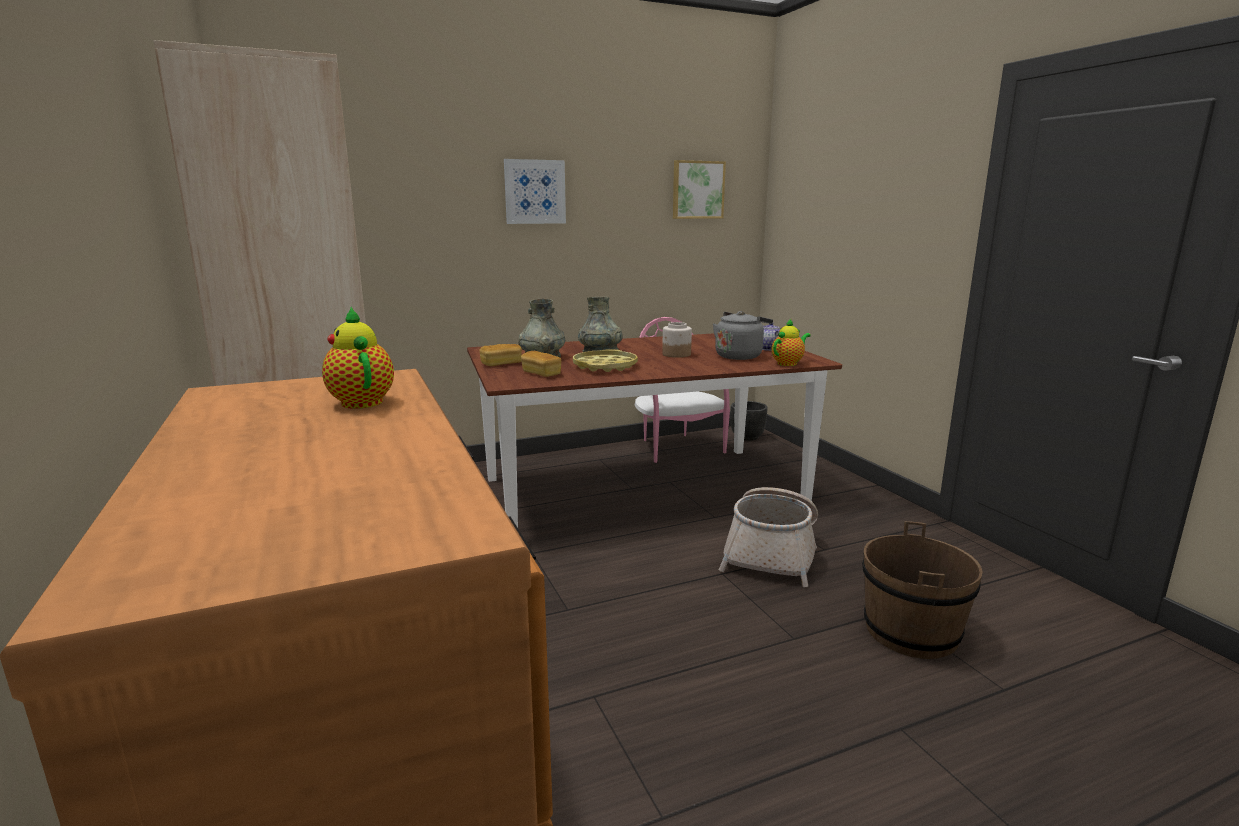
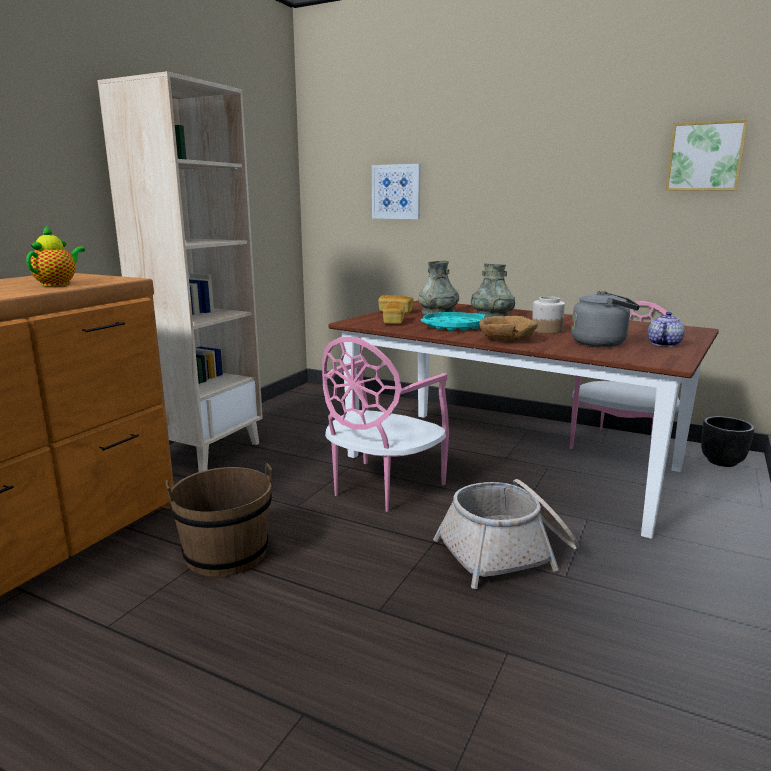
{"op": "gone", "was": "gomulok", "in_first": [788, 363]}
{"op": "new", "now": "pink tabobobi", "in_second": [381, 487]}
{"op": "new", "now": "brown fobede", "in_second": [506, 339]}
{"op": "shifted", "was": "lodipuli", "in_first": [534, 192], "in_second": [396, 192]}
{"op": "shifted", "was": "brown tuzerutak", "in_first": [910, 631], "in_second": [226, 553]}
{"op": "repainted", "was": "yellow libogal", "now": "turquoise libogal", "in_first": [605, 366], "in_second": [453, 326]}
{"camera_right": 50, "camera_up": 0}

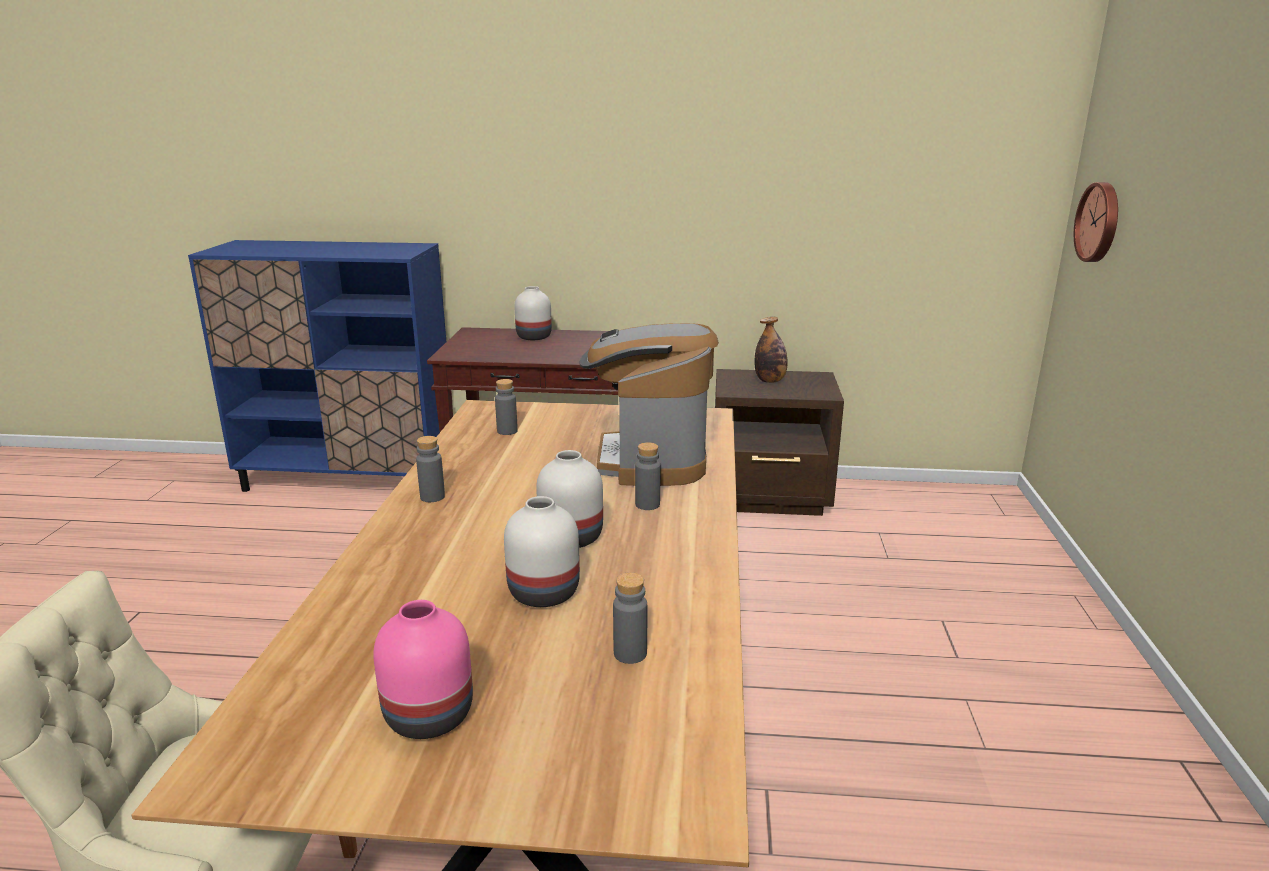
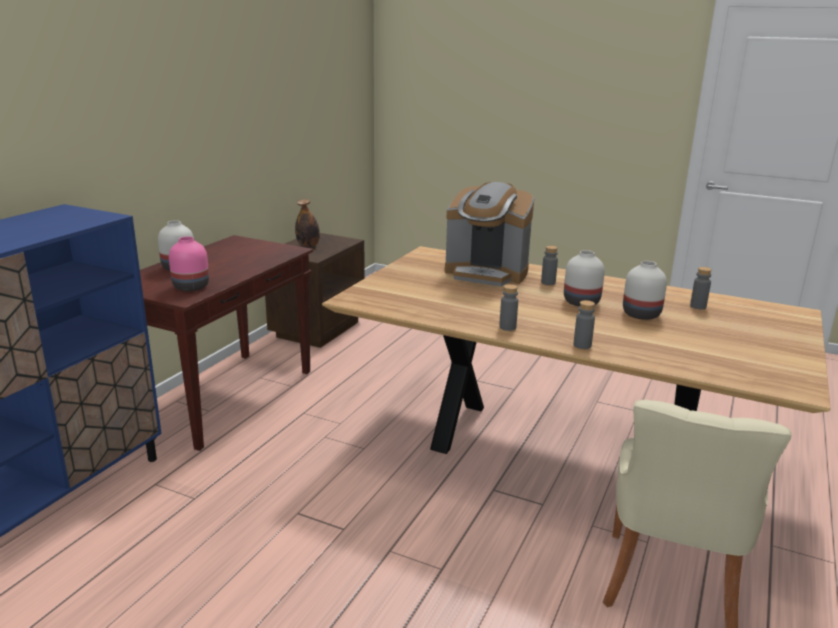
{"op": "gone", "was": "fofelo", "in_first": [1100, 222]}
{"op": "shifted", "was": "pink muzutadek", "in_first": [426, 716], "in_second": [190, 287]}
{"op": "shifted", "was": "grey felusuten", "in_first": [507, 431], "in_second": [582, 345]}
{"camera_right": -70, "camera_up": 0}

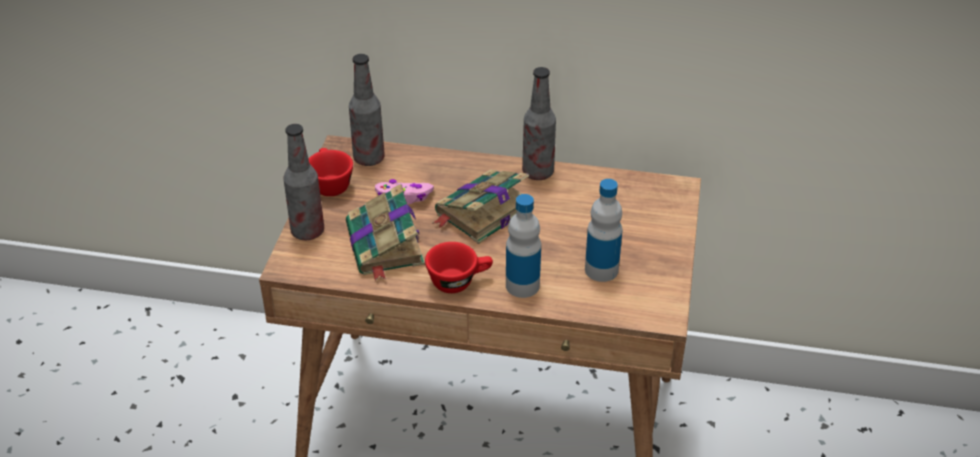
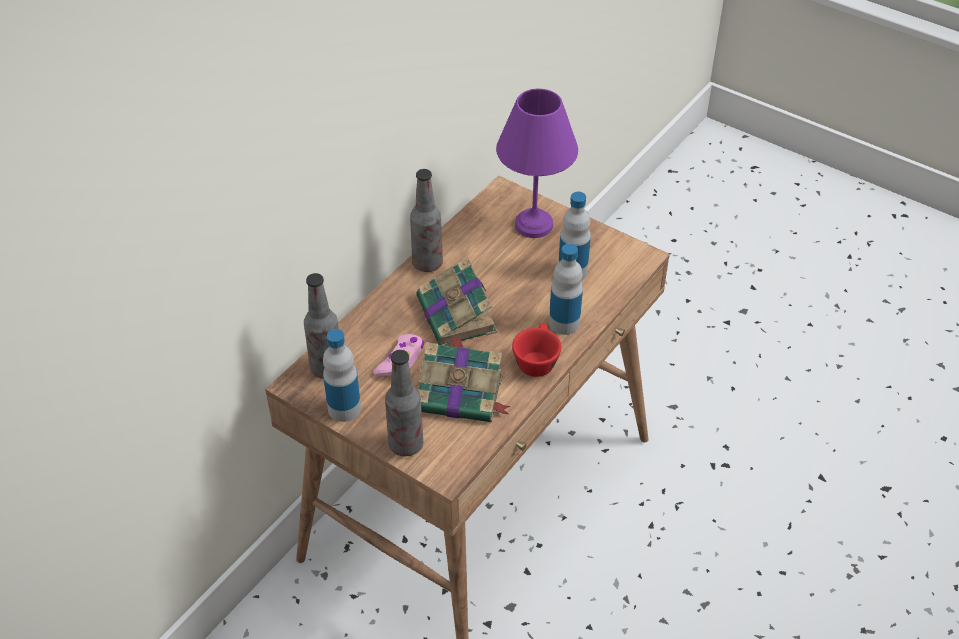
{"op": "new", "now": "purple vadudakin", "in_second": [535, 225]}
{"op": "swapped", "was": "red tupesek", "now": "felusuten", "in_first": [329, 183], "in_second": [344, 408]}
{"camera_right": -65, "camera_up": 5}

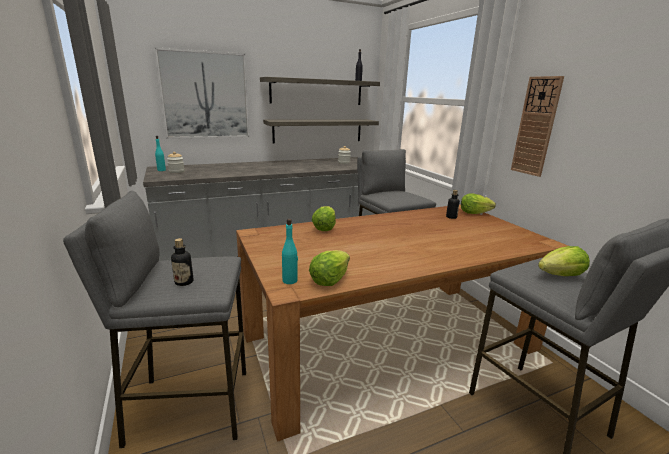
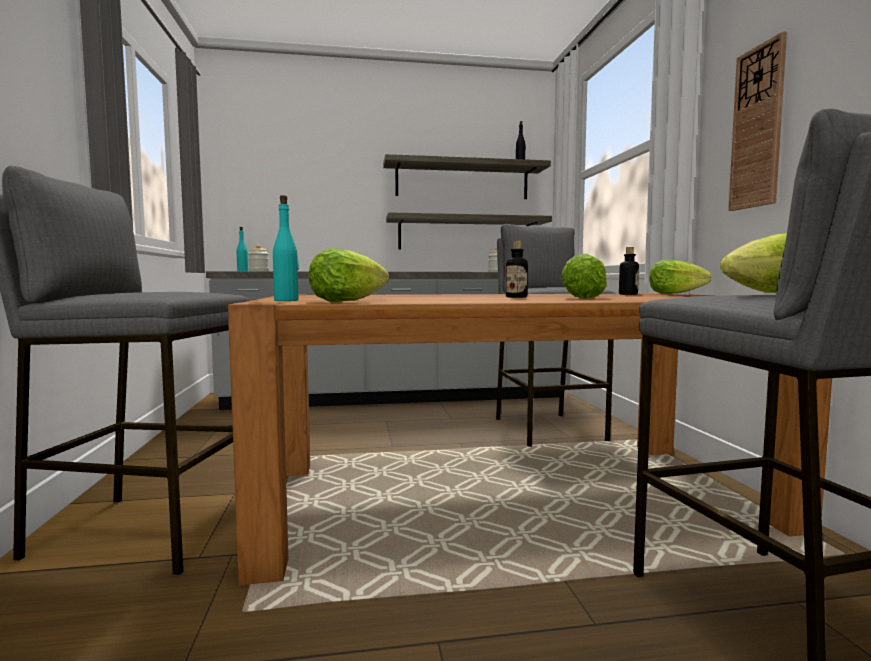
{"op": "gone", "was": "lodipuli", "in_first": [205, 95]}
{"op": "shifted", "was": "felusuten", "in_first": [184, 282], "in_second": [516, 297]}
{"op": "shifted", "was": "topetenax", "in_first": [324, 228], "in_second": [585, 298]}
{"camera_right": 15, "camera_up": -15}

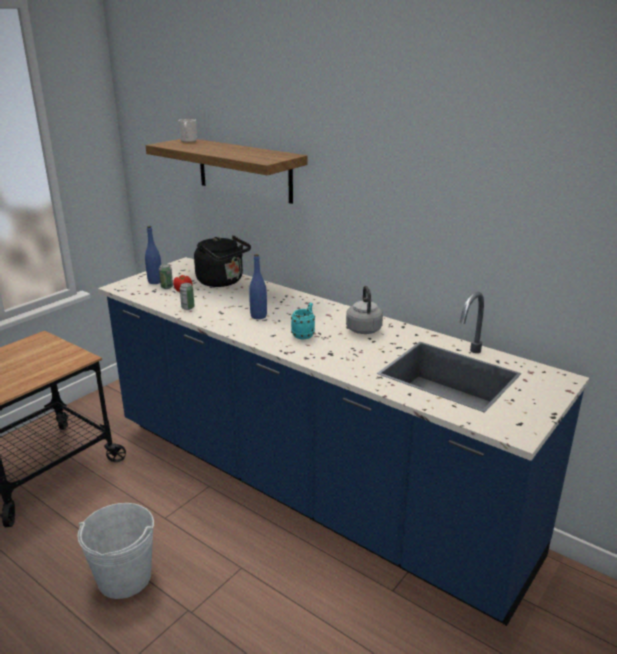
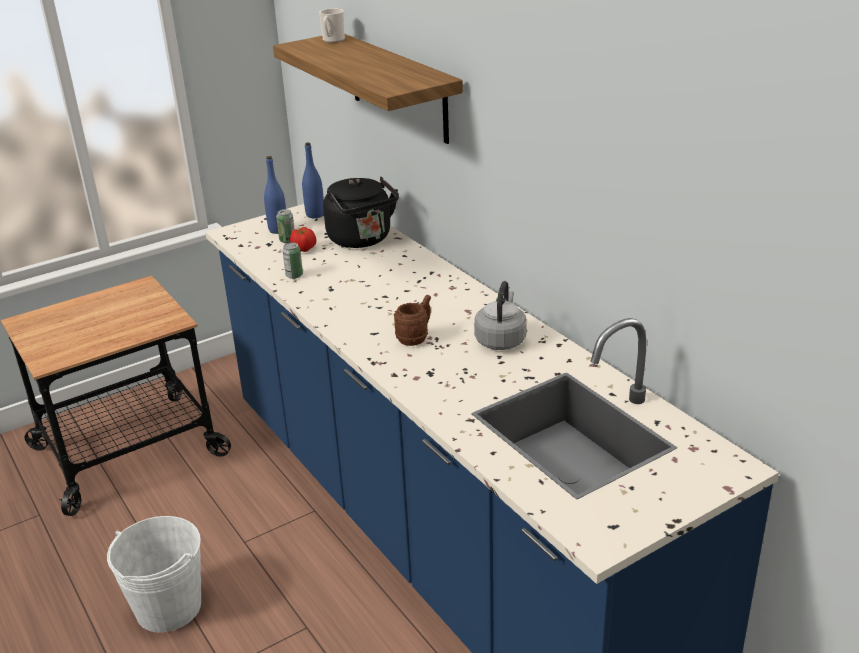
{"op": "shifted", "was": "blue felusuten", "in_first": [258, 316], "in_second": [315, 215]}
{"op": "repainted", "was": "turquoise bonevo", "now": "brown bonevo", "in_first": [304, 334], "in_second": [416, 337]}
{"camera_right": 20, "camera_up": 5}

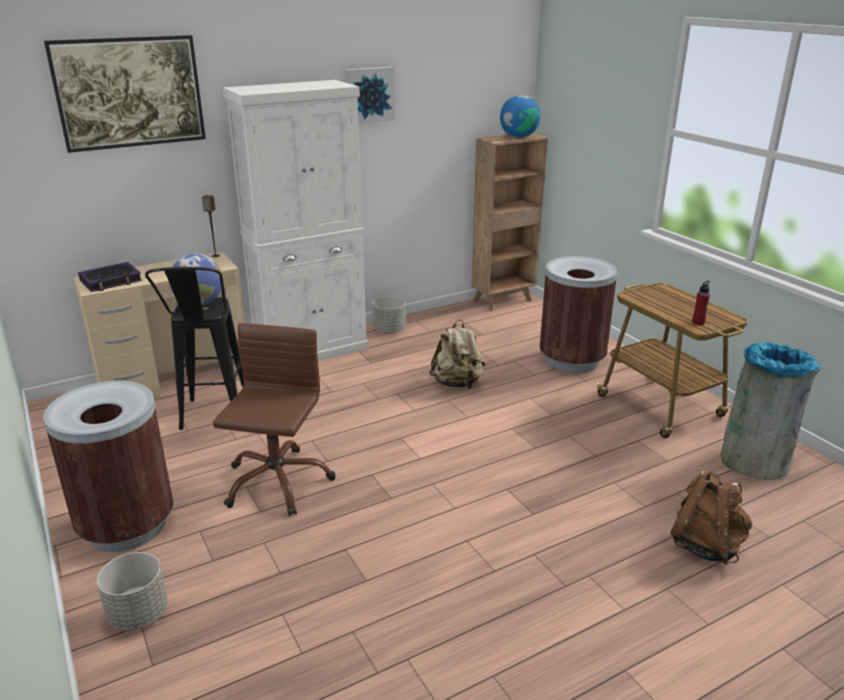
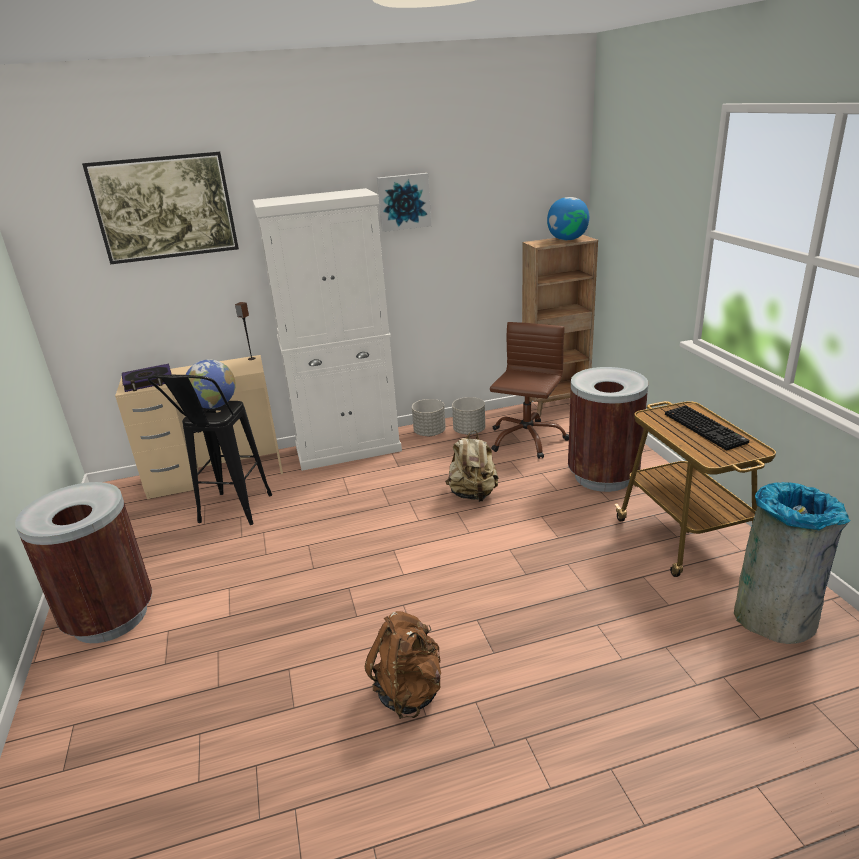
{"op": "gone", "was": "red felusuten", "in_first": [698, 322]}
{"op": "new", "now": "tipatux", "in_second": [706, 428]}
{"op": "shifted", "was": "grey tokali", "in_first": [138, 614], "in_second": [469, 431]}
{"op": "shifted", "was": "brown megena", "in_first": [277, 482], "in_second": [526, 439]}
{"op": "shifted", "was": "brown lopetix", "in_first": [705, 545], "in_second": [409, 691]}
{"camera_right": 15, "camera_up": 0}

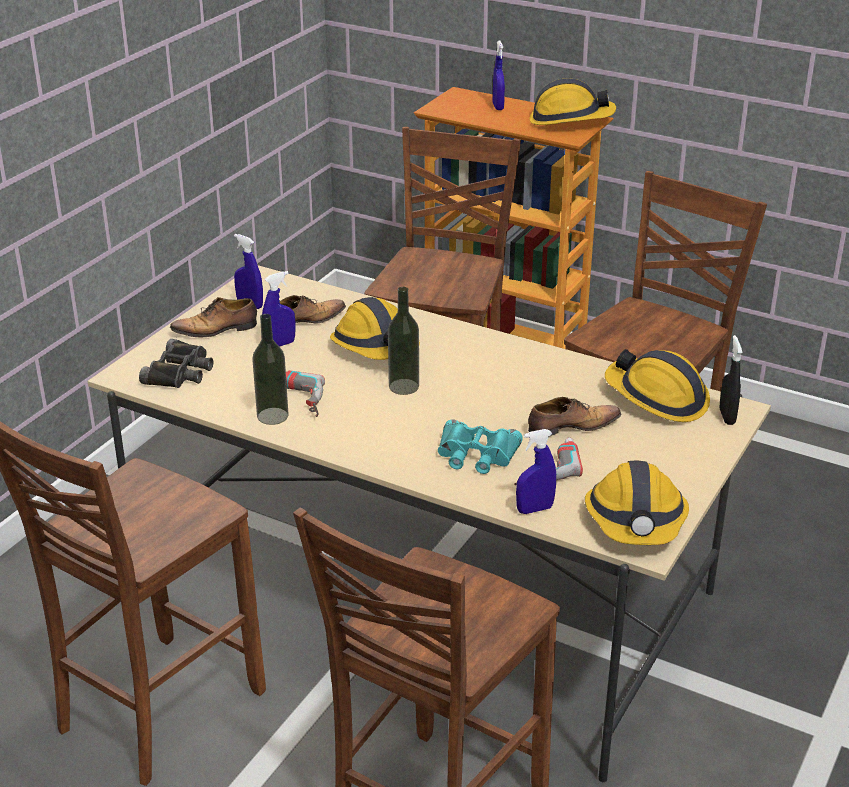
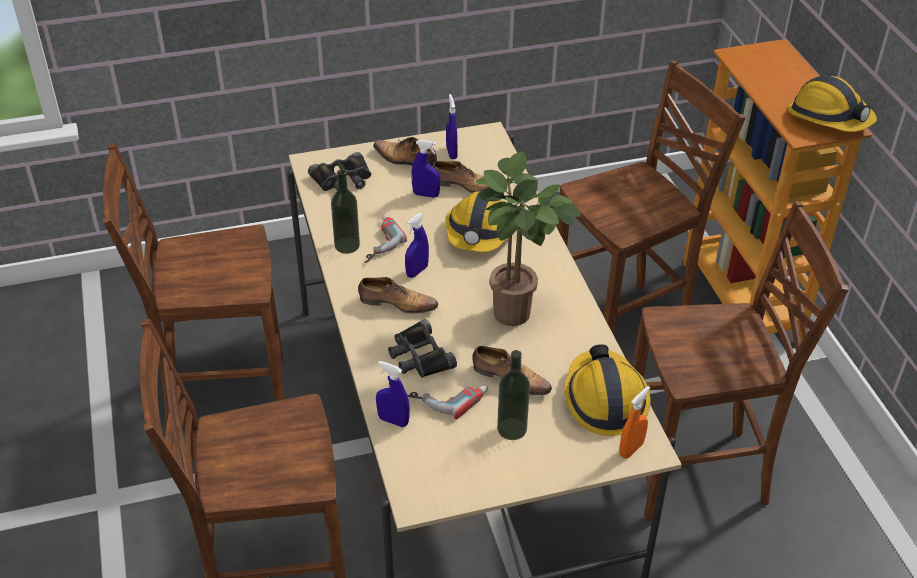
{"op": "gone", "was": "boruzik", "in_first": [636, 521]}
{"op": "new", "now": "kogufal", "in_second": [396, 303]}
{"op": "new", "now": "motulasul", "in_second": [517, 316]}
{"op": "shifted", "was": "felusuten", "in_first": [403, 386], "in_second": [512, 429]}
{"op": "shifted", "was": "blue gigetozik", "in_first": [498, 107], "in_second": [417, 271]}
{"op": "repainted", "was": "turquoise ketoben", "now": "black ketoben", "in_first": [476, 454], "in_second": [419, 356]}
{"op": "repainted", "was": "black gigetozik", "now": "orange gigetozik", "in_first": [727, 416], "in_second": [631, 449]}
{"camera_right": 45, "camera_up": 10}

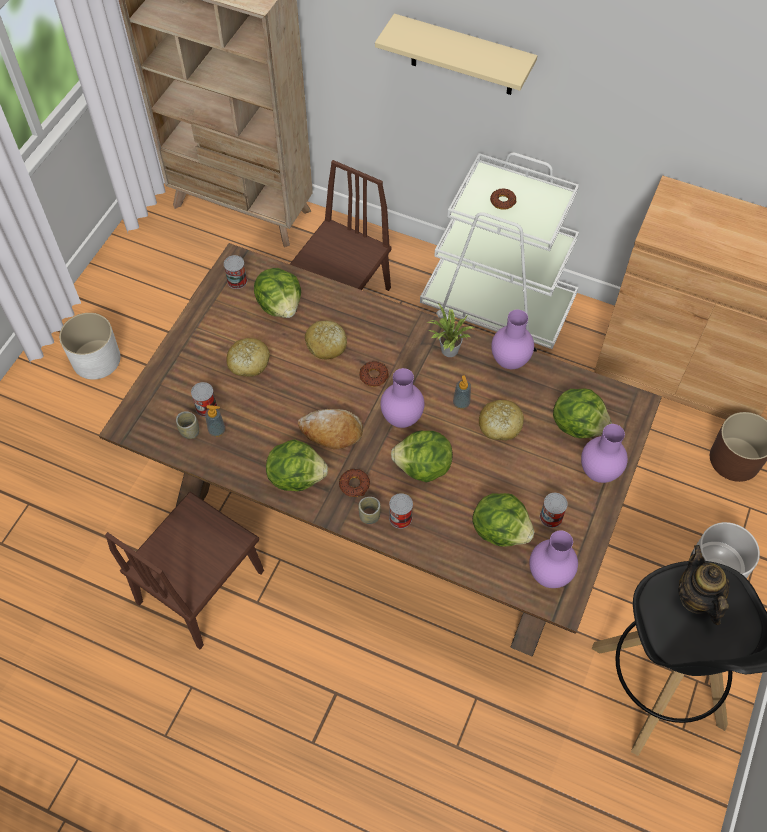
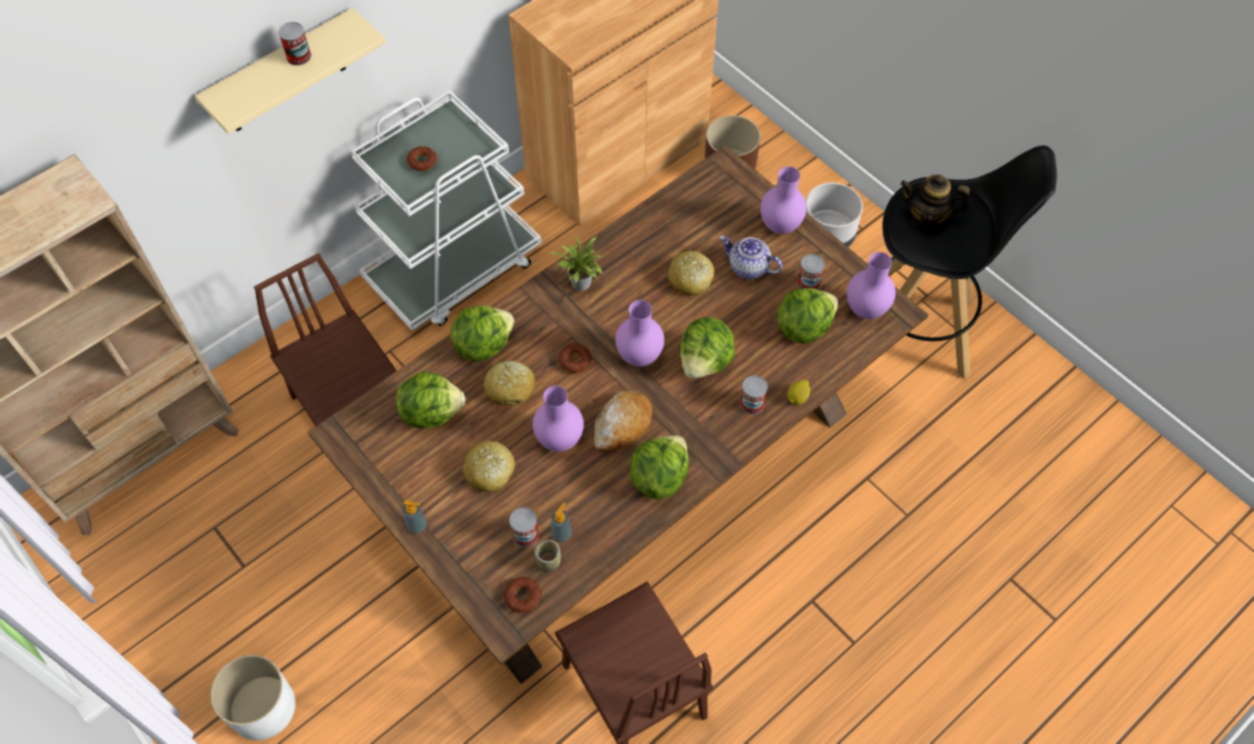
{"op": "gone", "was": "tupesek", "in_first": [369, 516]}
{"op": "new", "now": "gomulok", "in_second": [748, 267]}
{"op": "new", "now": "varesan", "in_second": [798, 398]}
{"op": "shifted", "was": "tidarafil", "in_first": [237, 281], "in_second": [299, 56]}
{"op": "shifted", "was": "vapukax", "in_first": [354, 485], "in_second": [523, 596]}
{"op": "shifted", "was": "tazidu", "in_first": [461, 403], "in_second": [417, 526]}
{"op": "shifted", "was": "purple muzutadek", "in_first": [509, 362], "in_second": [560, 441]}
{"op": "shifted", "was": "topetenax", "in_first": [578, 424], "in_second": [483, 345]}
{"camera_right": -65, "camera_up": 0}

